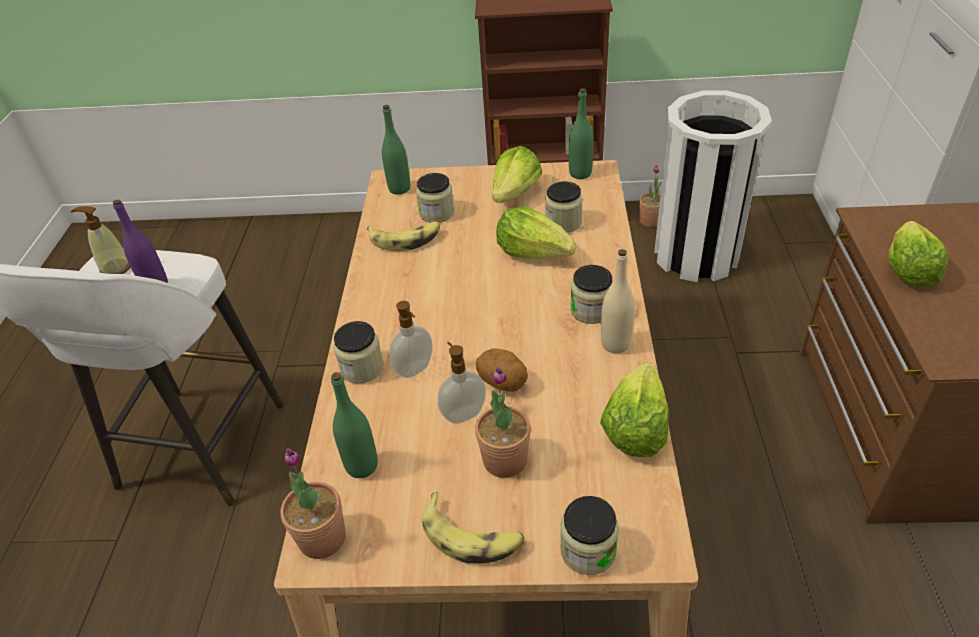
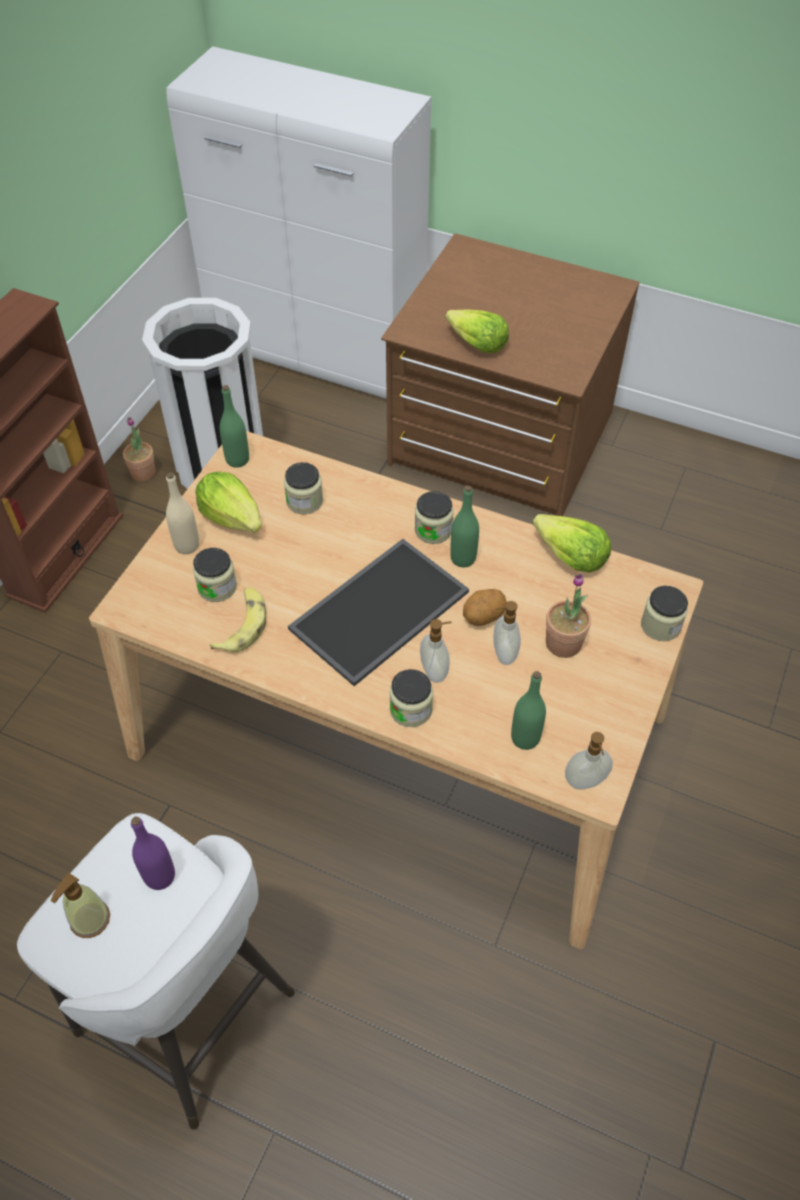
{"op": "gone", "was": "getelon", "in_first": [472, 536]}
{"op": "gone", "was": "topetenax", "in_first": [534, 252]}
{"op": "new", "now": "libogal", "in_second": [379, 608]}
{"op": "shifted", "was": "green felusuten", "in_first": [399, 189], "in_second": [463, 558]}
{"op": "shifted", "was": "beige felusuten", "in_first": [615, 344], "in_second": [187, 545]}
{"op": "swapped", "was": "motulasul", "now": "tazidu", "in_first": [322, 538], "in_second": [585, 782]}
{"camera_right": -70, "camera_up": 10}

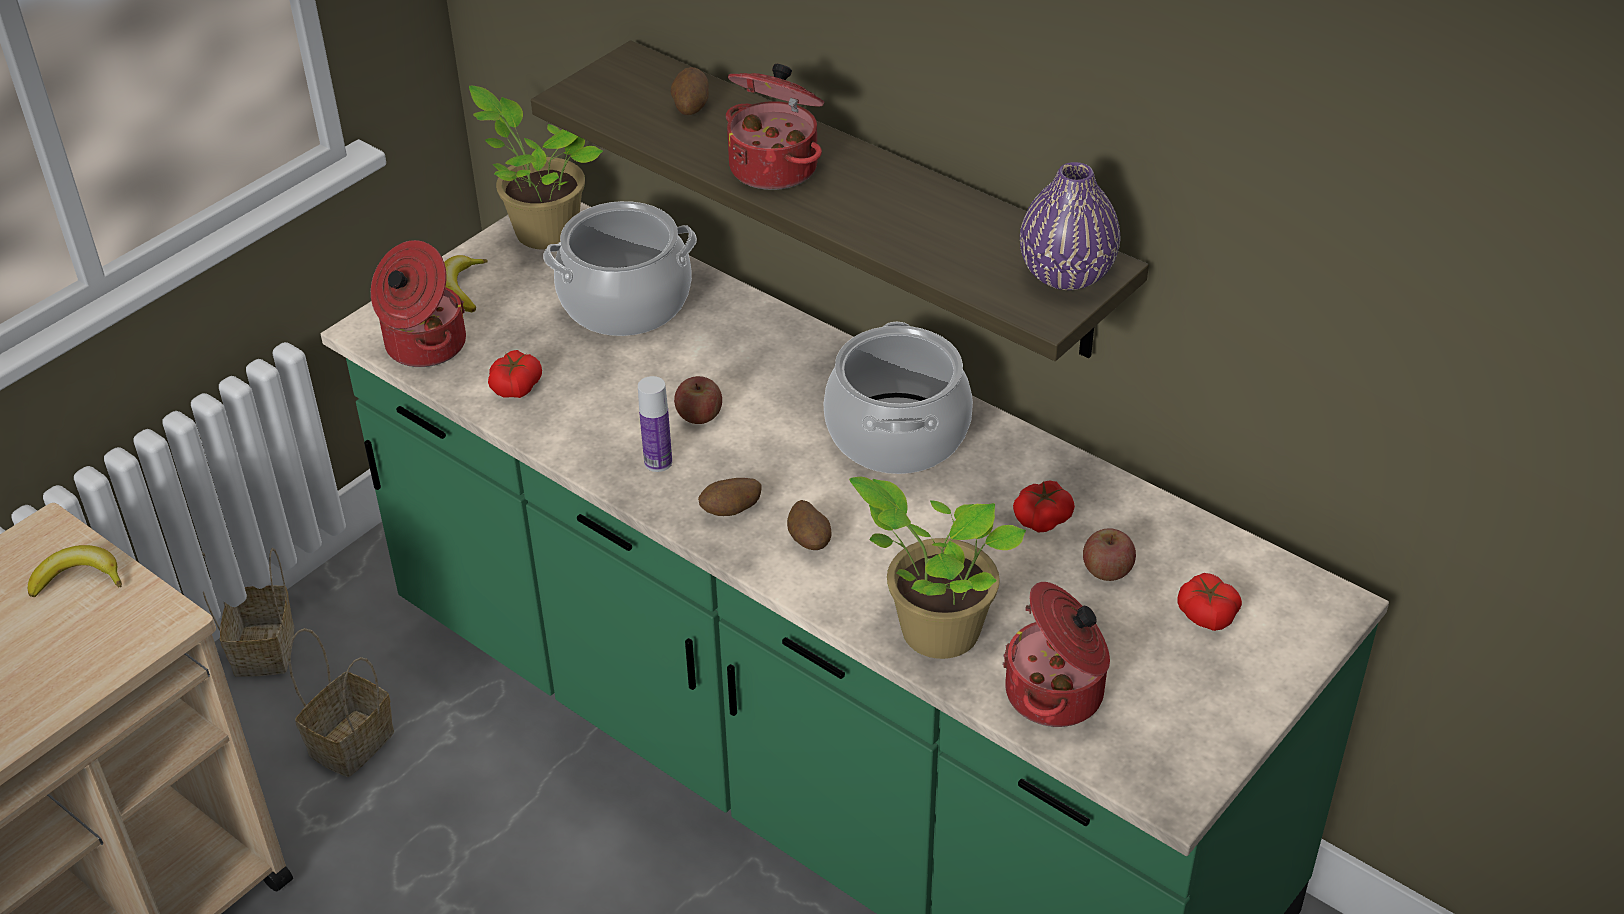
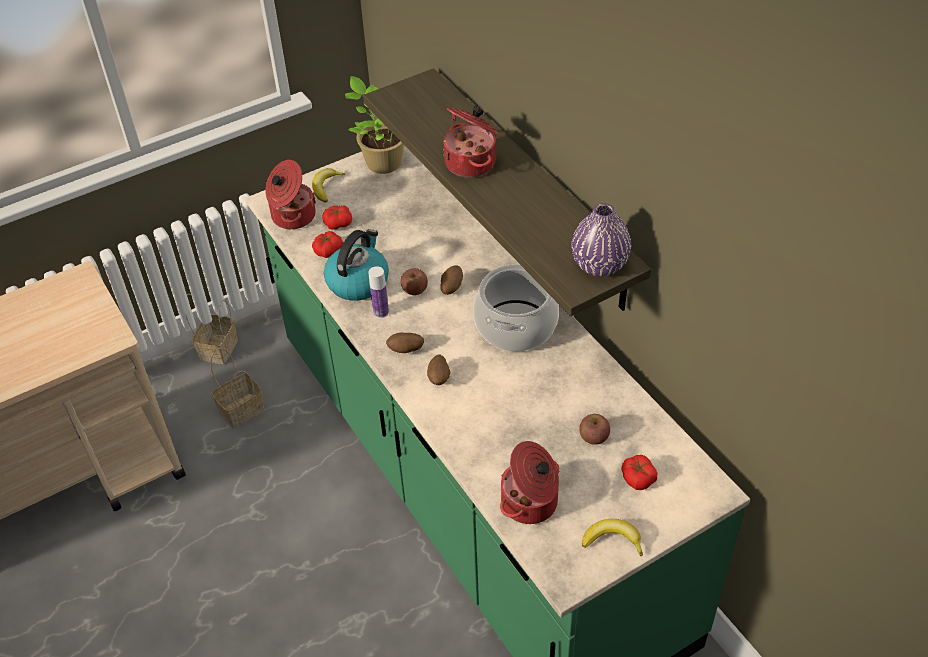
{"op": "gone", "was": "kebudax", "in_first": [625, 302]}
{"op": "gone", "was": "motulasul", "in_first": [933, 630]}
{"op": "new", "now": "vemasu", "in_second": [358, 281]}
{"op": "shifted", "was": "getelon", "in_first": [78, 579], "in_second": [612, 540]}
{"op": "shifted", "was": "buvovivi", "in_first": [690, 108], "in_second": [451, 287]}
{"op": "shifted", "was": "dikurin", "in_first": [1042, 518], "in_second": [338, 223]}
{"camera_right": 20, "camera_up": 5}

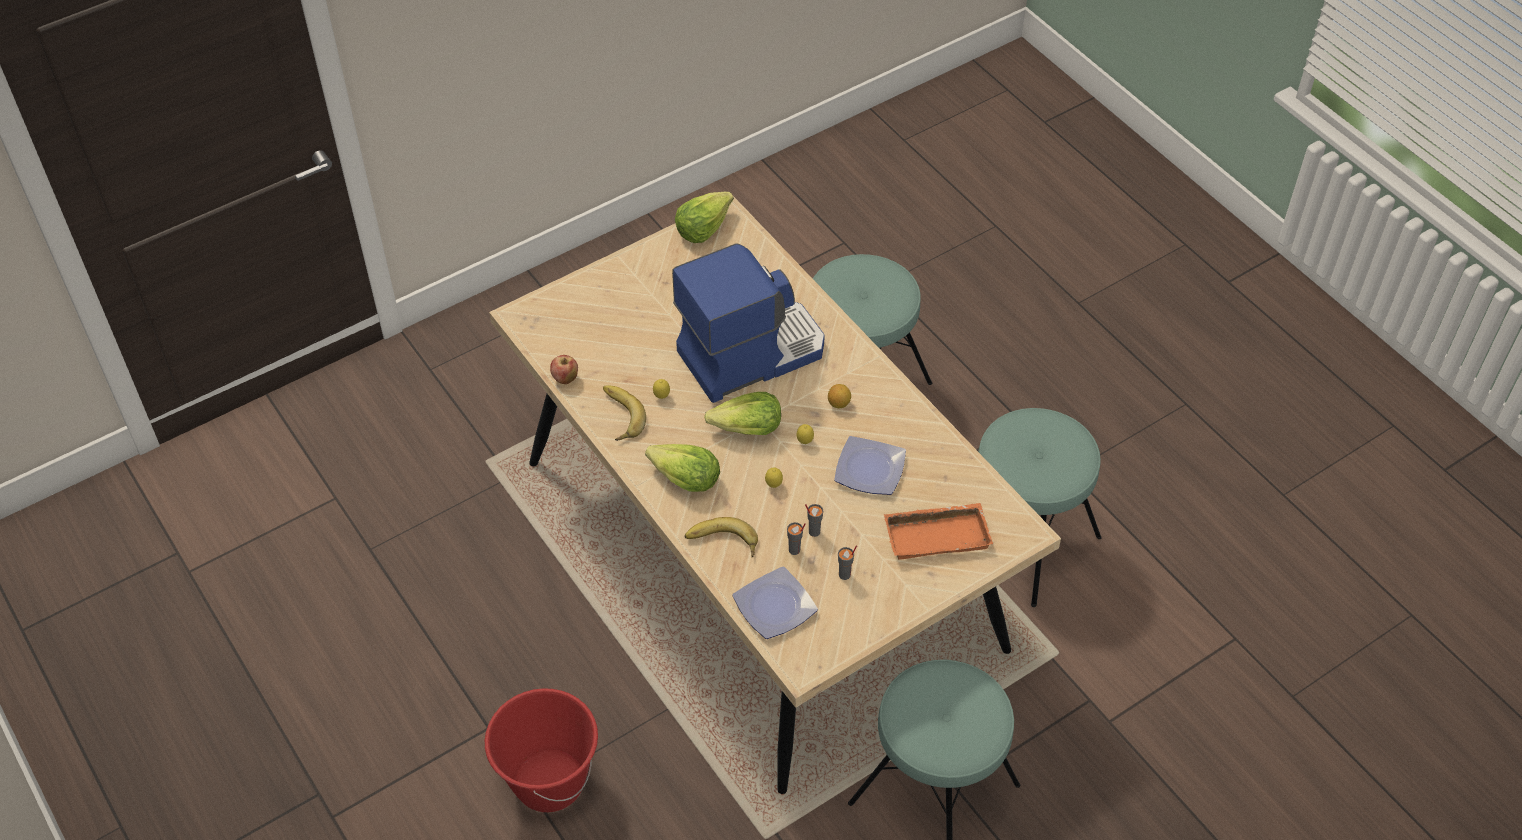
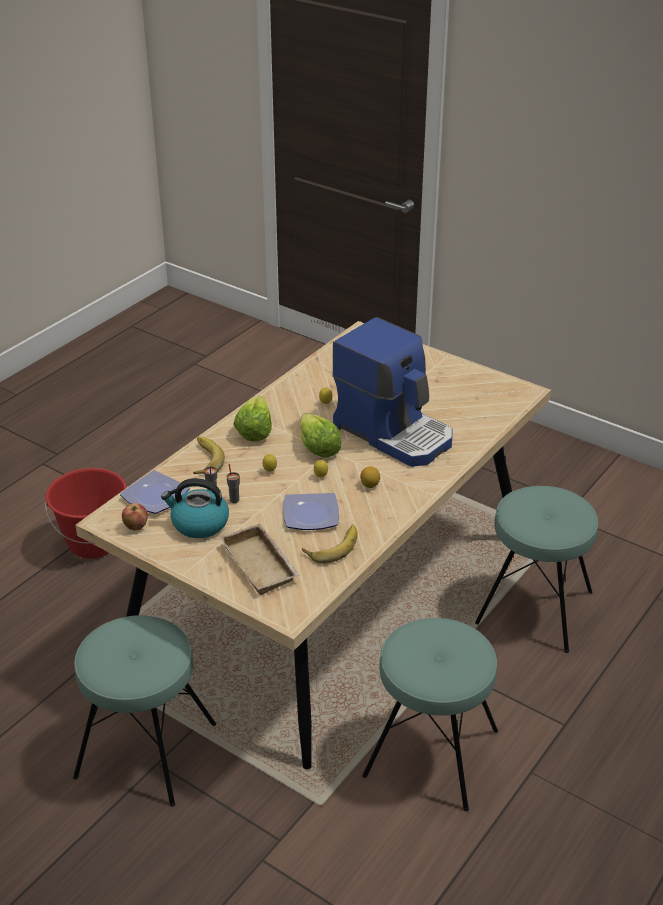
{"op": "gone", "was": "topetenax", "in_first": [703, 227]}
{"op": "shifted", "was": "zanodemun", "in_first": [565, 379], "in_second": [136, 526]}
{"op": "shifted", "was": "getelon", "in_first": [618, 416], "in_second": [332, 546]}
{"op": "swapped", "was": "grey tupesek", "now": "vemasu", "in_first": [845, 575], "in_second": [199, 524]}
{"op": "repainted", "was": "orange libogal", "now": "beige libogal", "in_first": [937, 534], "in_second": [262, 564]}
{"camera_right": 70, "camera_up": -15}

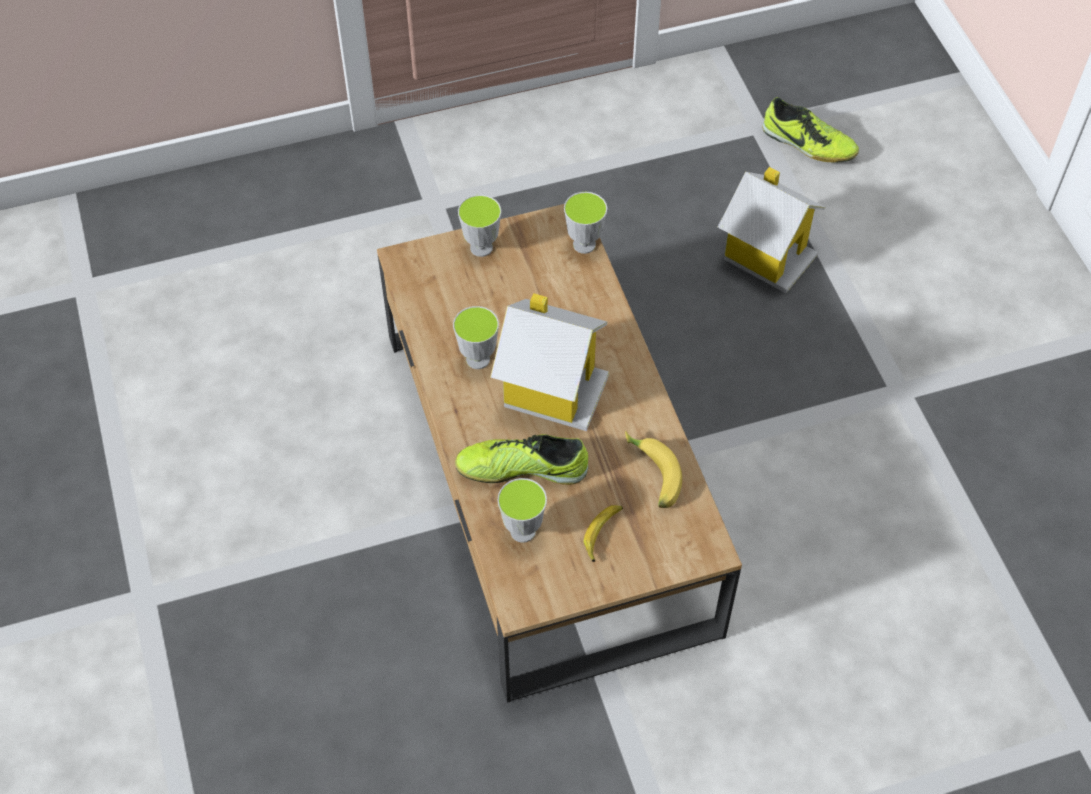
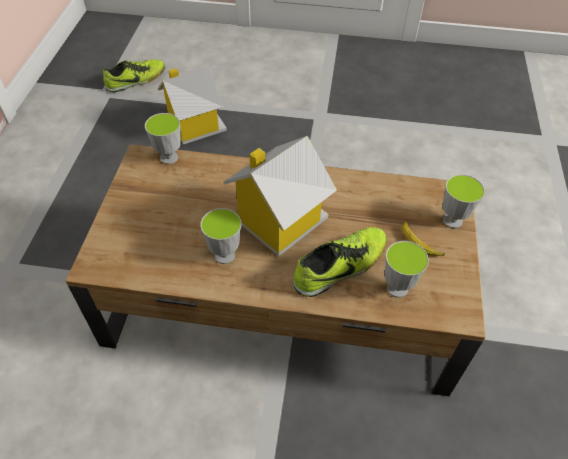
{"op": "gone", "was": "getelon", "in_first": [651, 475]}
{"op": "shifted", "was": "tupesek", "in_first": [481, 247], "in_second": [452, 220]}
{"op": "rotated", "was": "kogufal", "in_first": [522, 468], "in_second": [341, 267], "clockwise": -150}
{"camera_right": -65, "camera_up": -5}

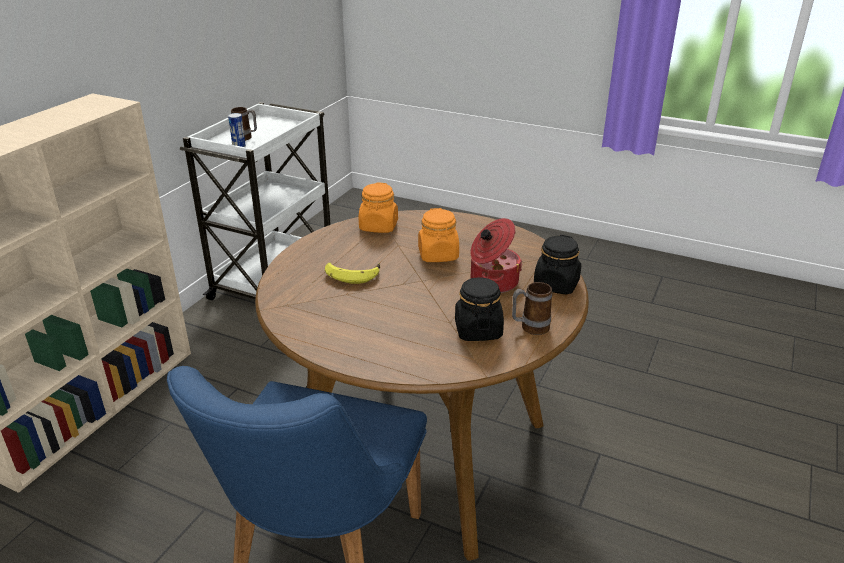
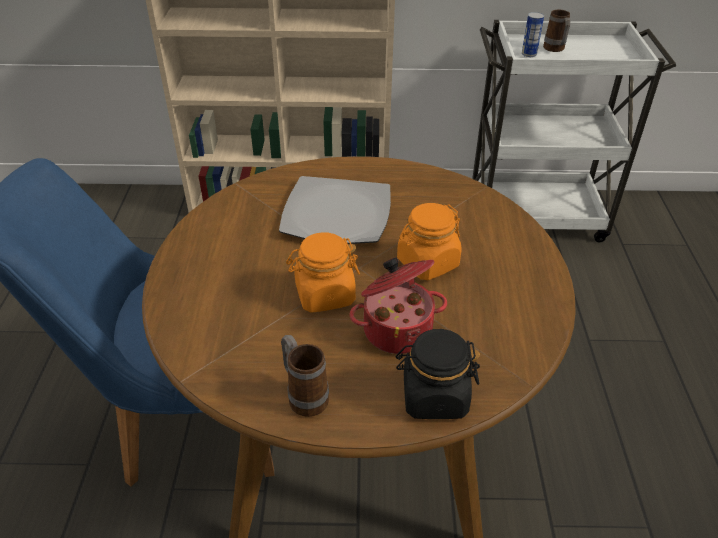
{"op": "gone", "was": "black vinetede", "in_first": [478, 330]}
{"op": "shifted", "was": "orange vinetede", "in_first": [378, 226], "in_second": [324, 294]}
{"op": "swapped", "was": "getelon", "now": "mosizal", "in_first": [353, 275], "in_second": [335, 215]}
{"camera_right": 65, "camera_up": 10}

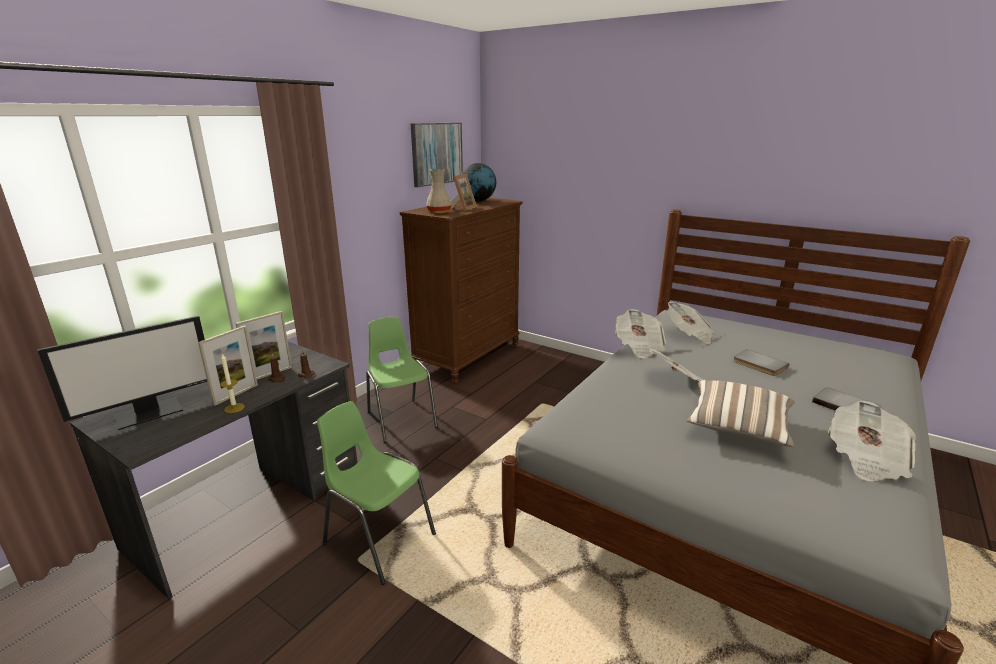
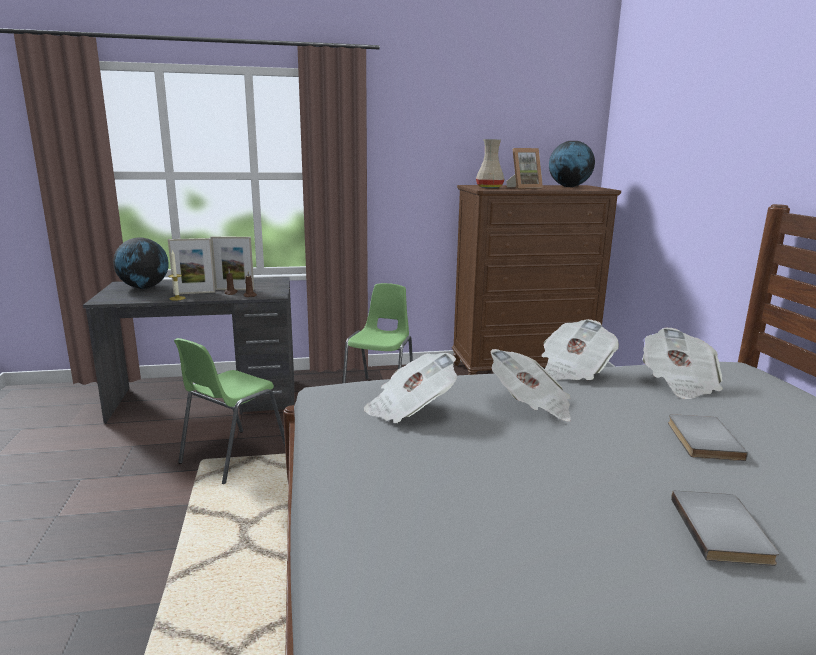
{"op": "gone", "was": "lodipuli", "in_first": [436, 153]}
{"op": "gone", "was": "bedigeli", "in_first": [738, 427]}
{"op": "shifted", "was": "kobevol", "in_first": [866, 459], "in_second": [410, 409]}
{"op": "swapped", "was": "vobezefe", "now": "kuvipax", "in_first": [149, 412], "in_second": [144, 287]}
{"op": "rotated", "was": "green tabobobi", "in_first": [378, 539], "in_second": [233, 456], "clockwise": -135}
{"camera_right": 45, "camera_up": -5}

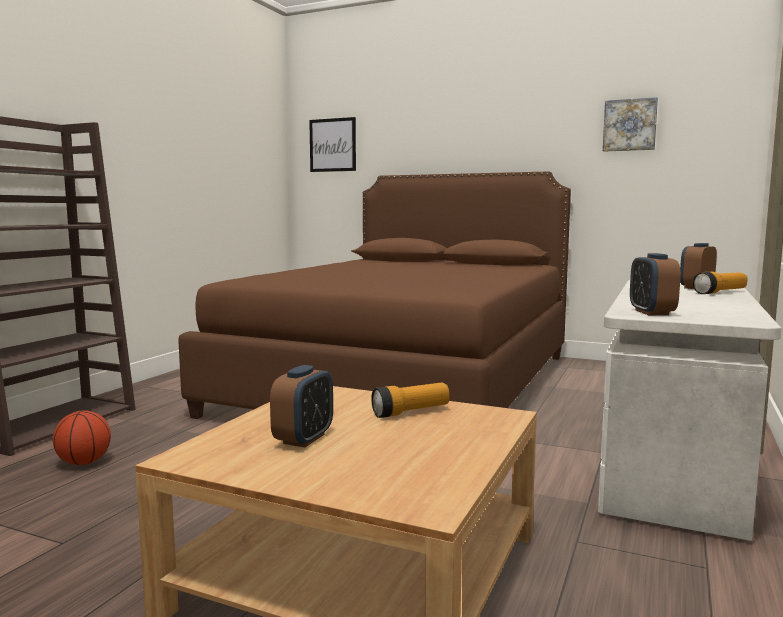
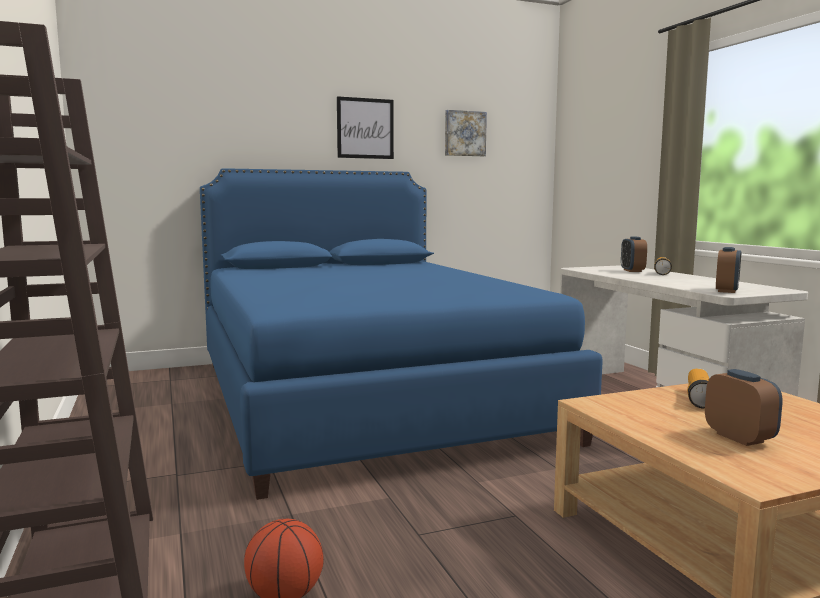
{"op": "shifted", "was": "lodipuli", "in_first": [332, 145], "in_second": [365, 128]}
{"op": "repainted", "was": "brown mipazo", "now": "blue mipazo", "in_first": [405, 383], "in_second": [364, 398]}
{"op": "rotated", "was": "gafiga", "in_first": [651, 312], "in_second": [727, 291], "clockwise": -105}
{"camera_right": -45, "camera_up": 0}

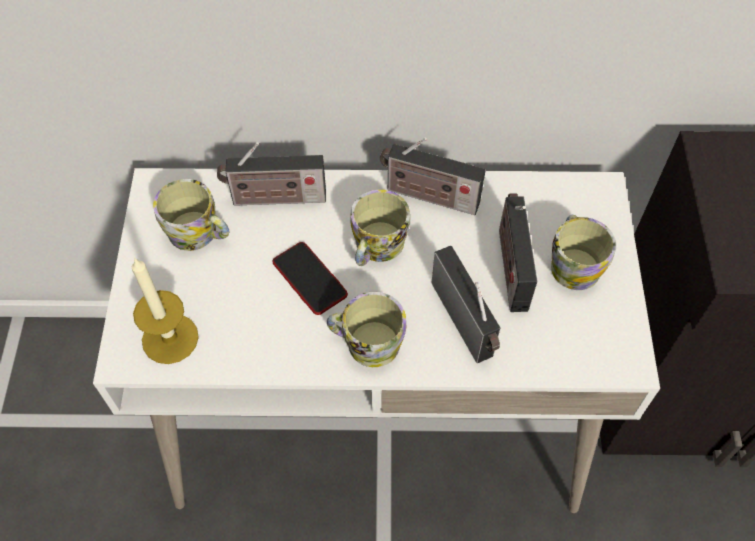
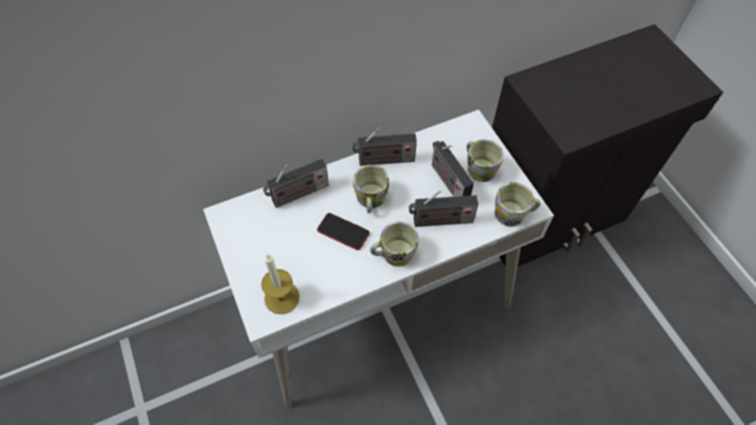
{"op": "shifted", "was": "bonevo", "in_first": [199, 234], "in_second": [514, 213]}
{"op": "rotated", "was": "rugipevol", "in_first": [465, 322], "in_second": [440, 221], "clockwise": 135}
{"camera_right": -25, "camera_up": 0}

